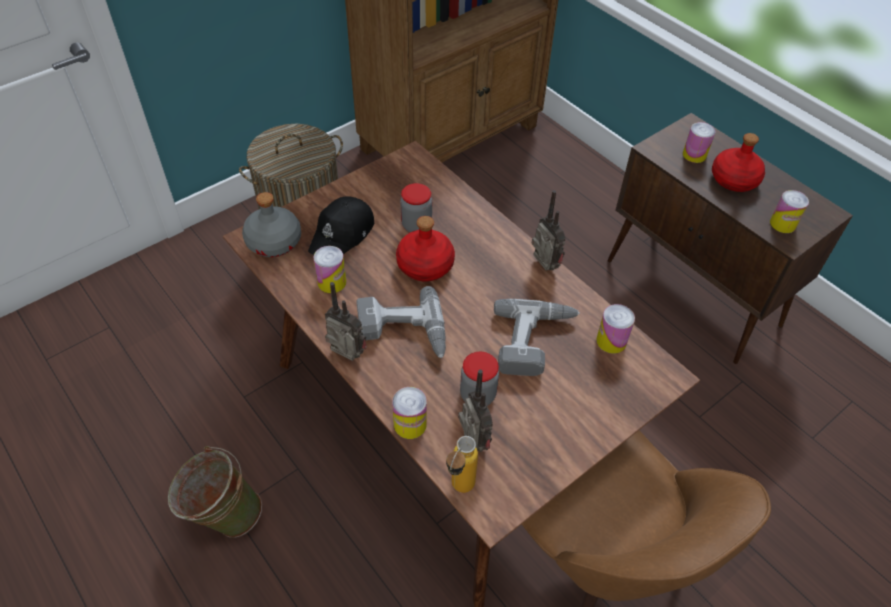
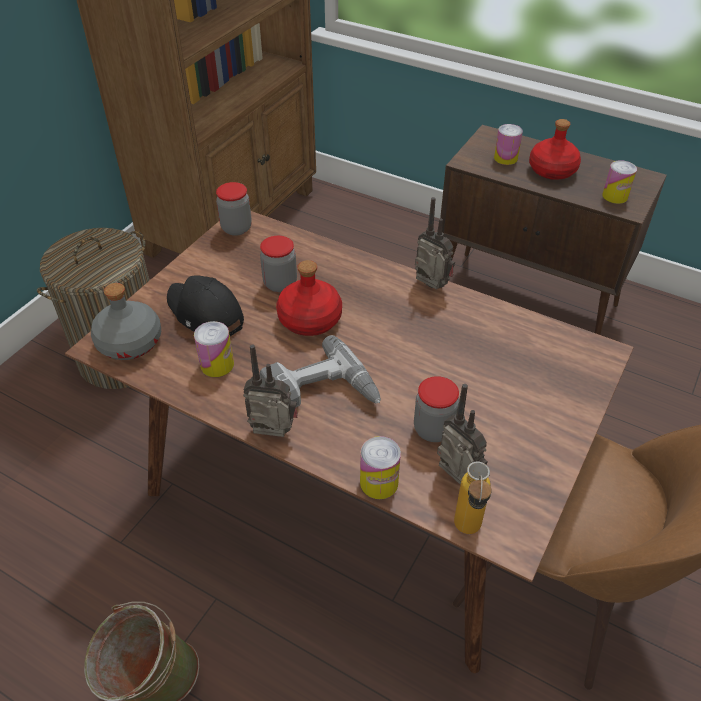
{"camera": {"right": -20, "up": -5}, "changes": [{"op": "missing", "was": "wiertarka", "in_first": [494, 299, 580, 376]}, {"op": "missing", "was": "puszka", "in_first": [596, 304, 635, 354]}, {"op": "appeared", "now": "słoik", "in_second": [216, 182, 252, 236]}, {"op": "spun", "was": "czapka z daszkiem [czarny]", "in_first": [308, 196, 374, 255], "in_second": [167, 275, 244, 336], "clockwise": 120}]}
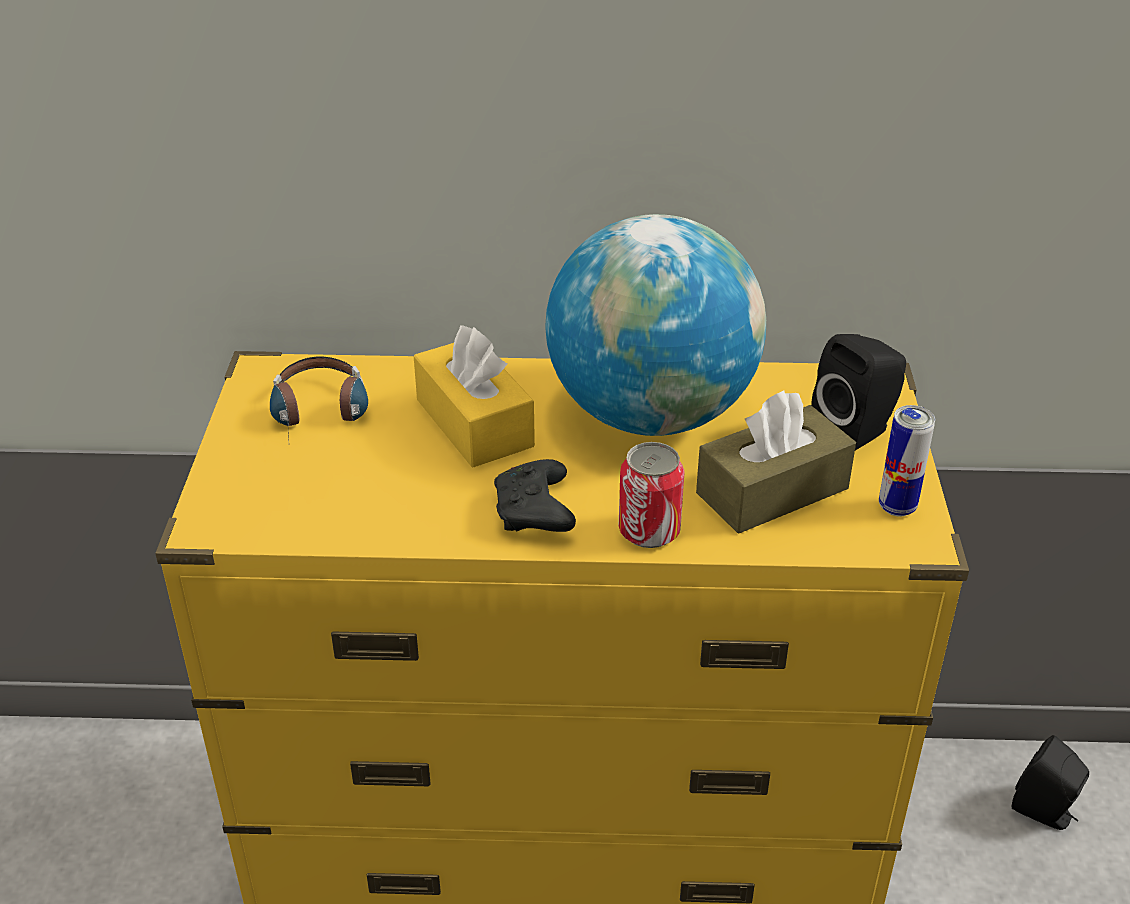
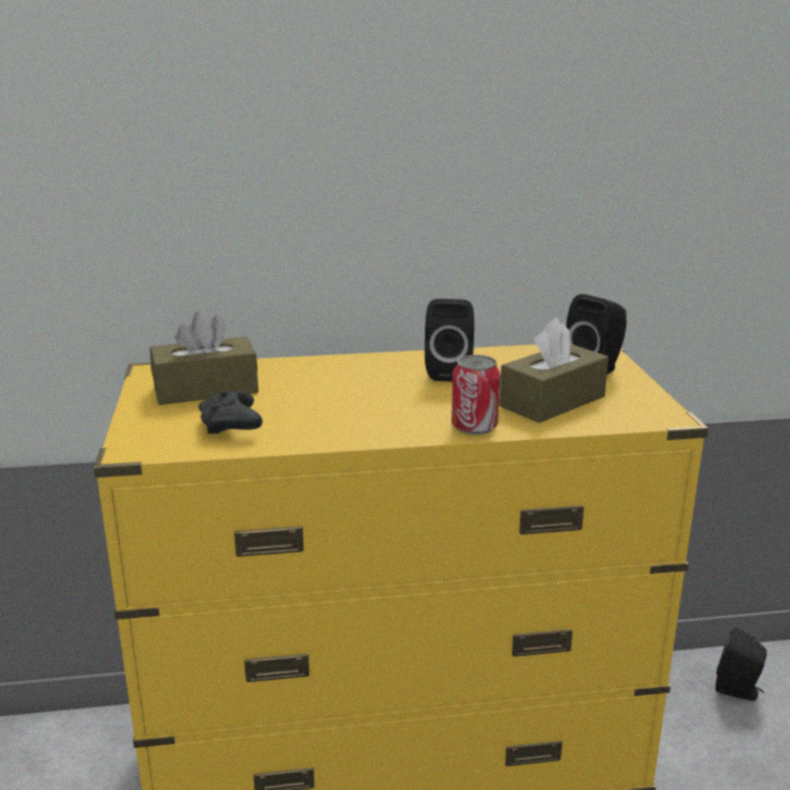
{"camera": {"right": -10, "up": -15}, "changes": [{"op": "missing", "was": "pudełko chusteczek [żółty]", "in_first": [414, 325, 535, 467]}, {"op": "missing", "was": "puszka", "in_first": [879, 405, 935, 516]}, {"op": "relocated", "was": "pad do gier [czarny]", "in_first": [494, 459, 576, 532], "in_second": [198, 389, 262, 434]}, {"op": "exchanged", "was": "słuchawki", "now": "pudełko chusteczek [brązowy]", "in_first": [270, 357, 368, 440], "in_second": [150, 311, 258, 405]}, {"op": "exchanged", "was": "globus", "now": "głośnik [czarny]", "in_first": [545, 214, 766, 436], "in_second": [425, 299, 474, 382]}]}
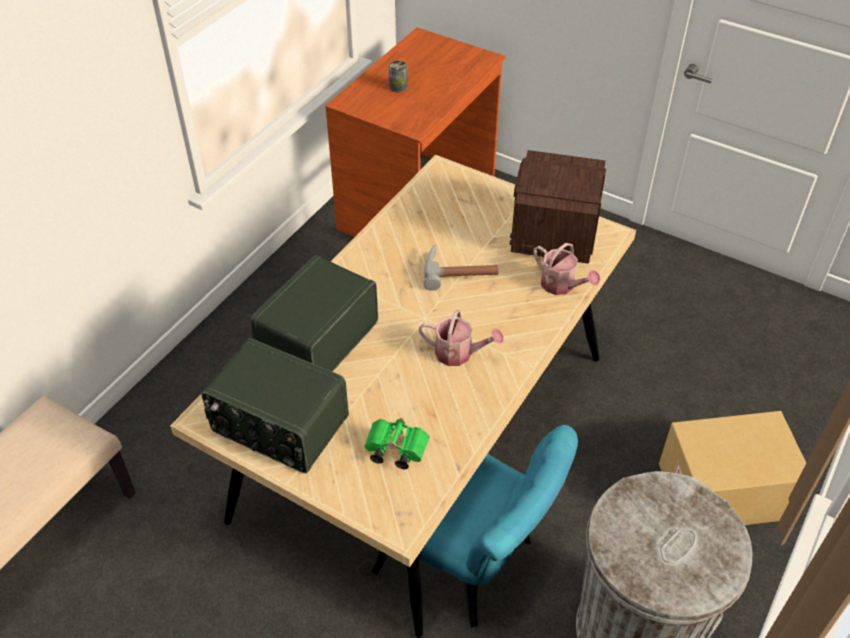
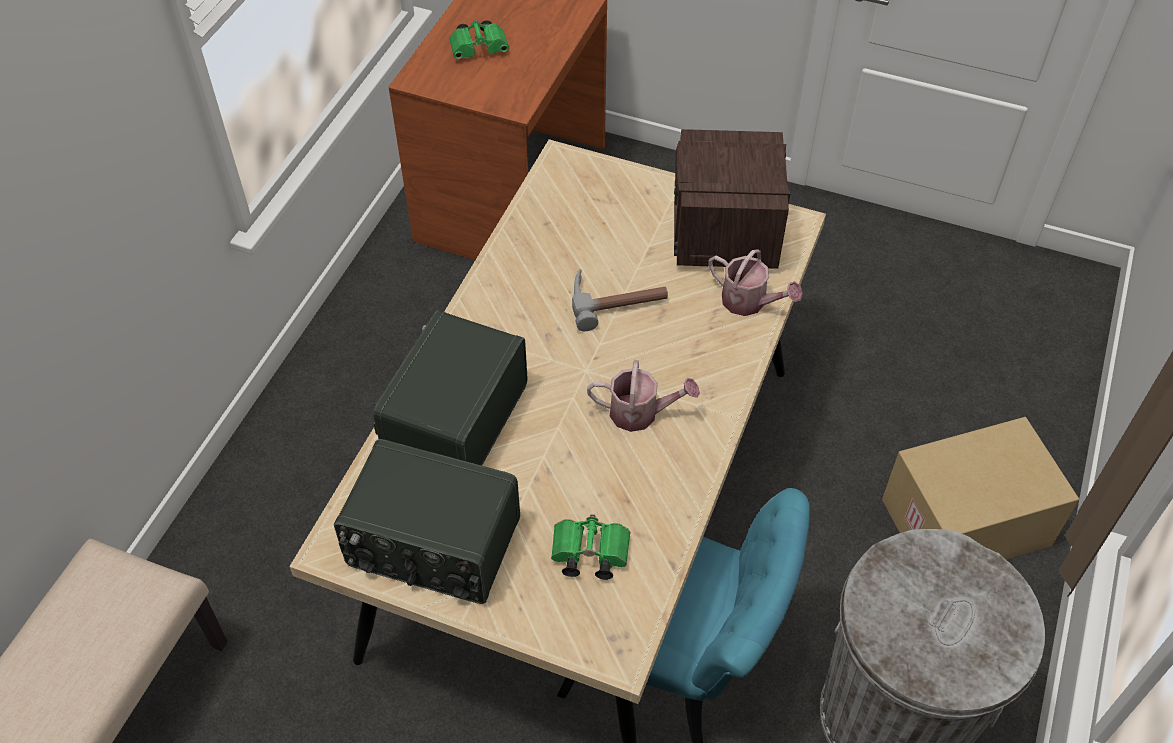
{"camera": {"right": -10, "up": 5}, "changes": [{"op": "exchanged", "was": "puszka", "now": "lornetka [zielony]", "in_first": [389, 61, 408, 93], "in_second": [449, 20, 509, 59]}]}
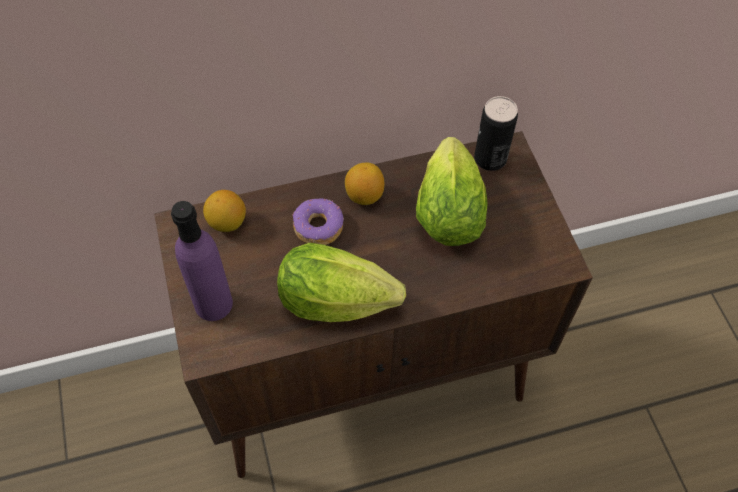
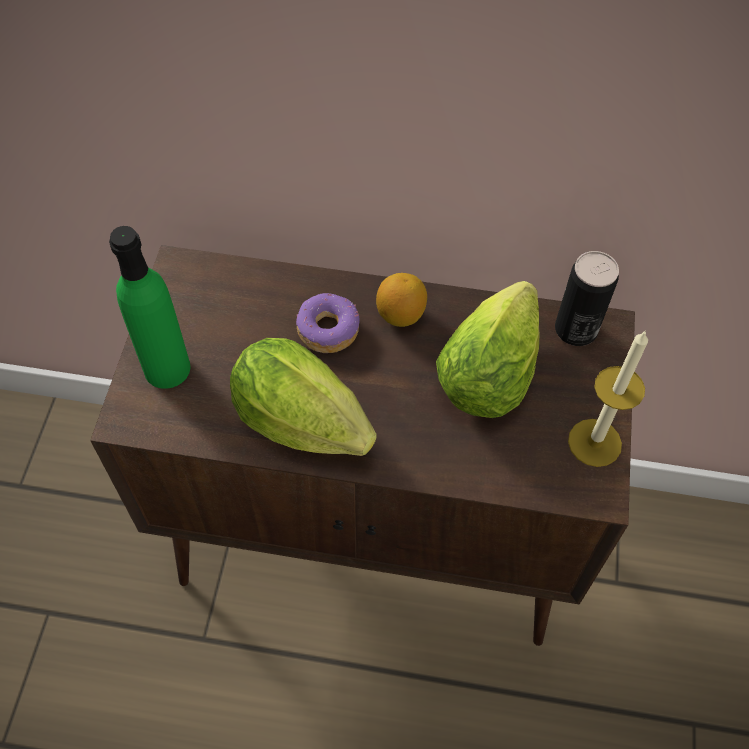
{"camera": {"right": 25, "up": 0}, "changes": [{"op": "missing", "was": "cytryna", "in_first": [203, 190, 246, 232]}, {"op": "appeared", "now": "świeca", "in_second": [568, 330, 648, 467]}, {"op": "colour", "was": "butelka [fioletowy]", "now": "butelka [zielony]", "in_first": [171, 201, 233, 321], "in_second": [109, 226, 191, 389]}]}
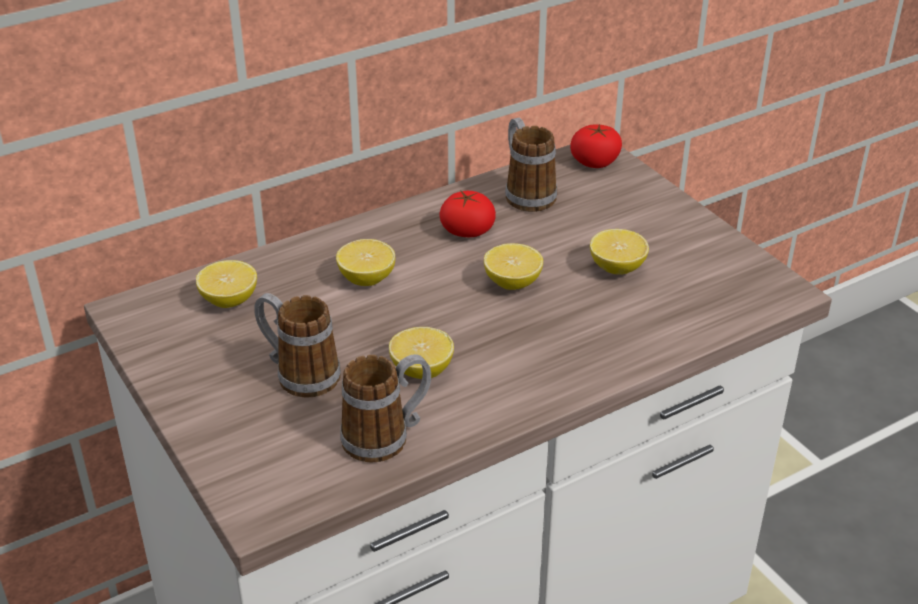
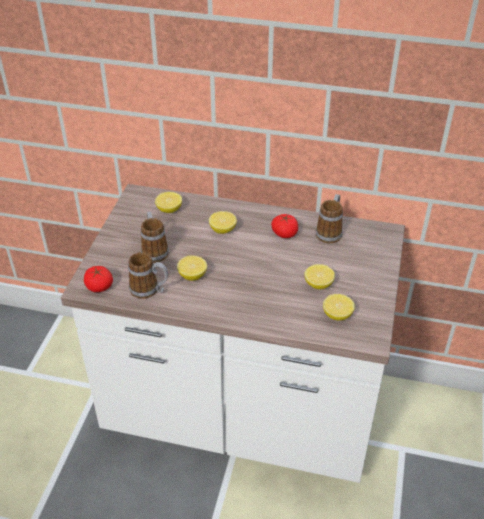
{"camera": {"right": 45, "up": 5}, "changes": [{"op": "relocated", "was": "cytryna", "in_first": [484, 243, 543, 290], "in_second": [323, 294, 355, 321]}, {"op": "relocated", "was": "pomidor", "in_first": [570, 124, 622, 168], "in_second": [84, 266, 113, 292]}]}
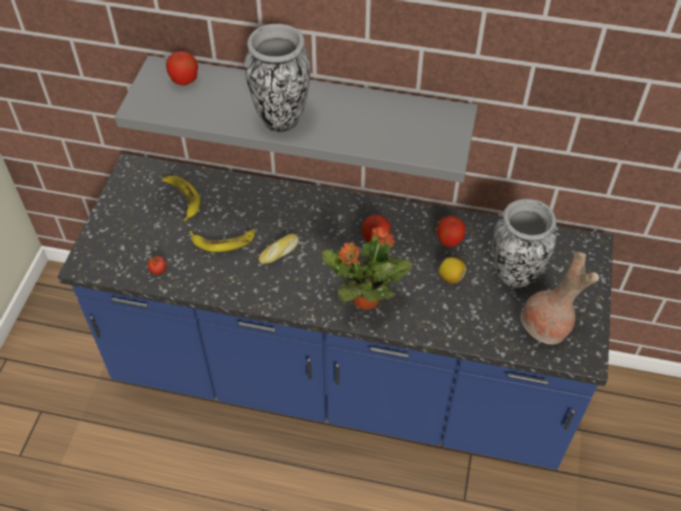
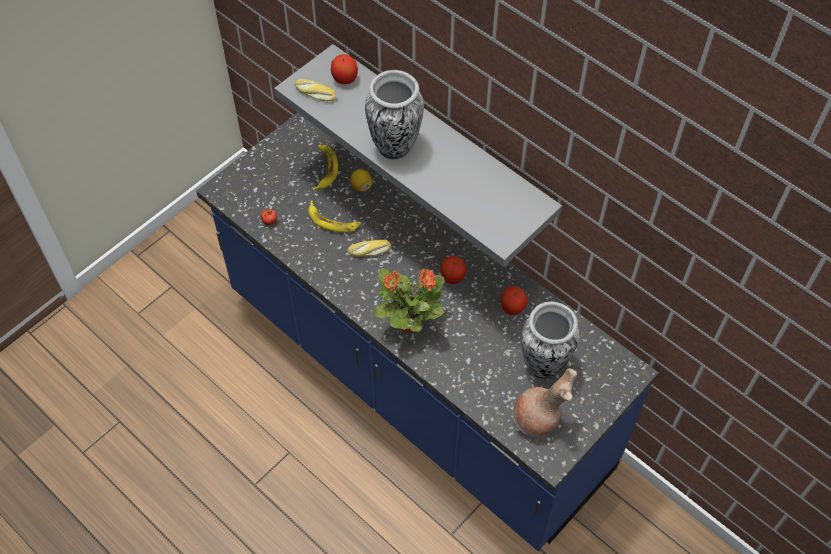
{"camera": {"right": 30, "up": 5}, "changes": [{"op": "appeared", "now": "chleb", "in_second": [295, 79, 336, 101]}, {"op": "relocated", "was": "cytryna", "in_first": [439, 257, 466, 283], "in_second": [350, 169, 373, 192]}]}
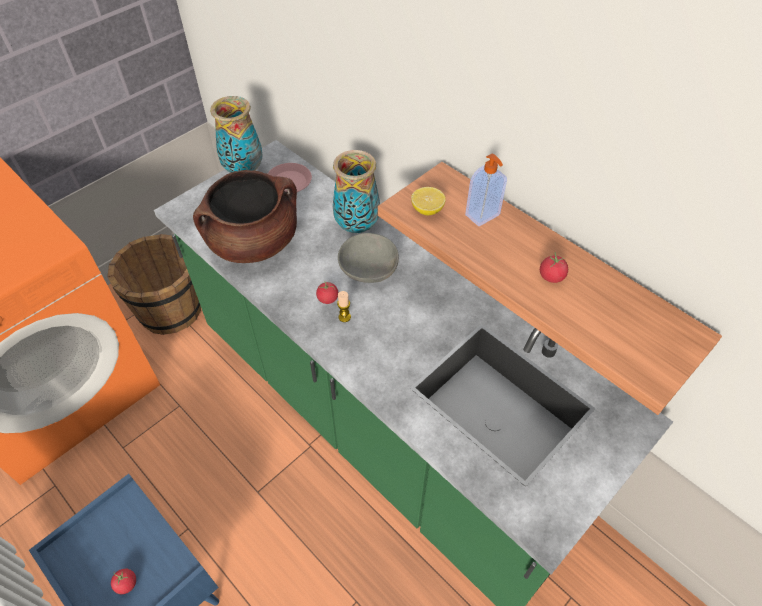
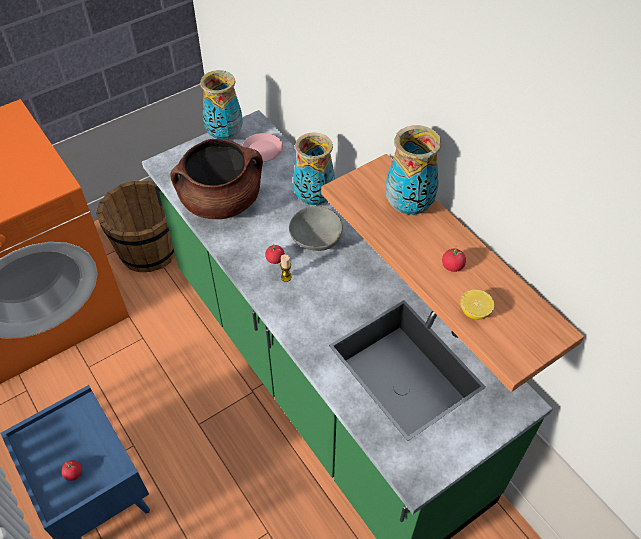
{"camera": {"right": 10, "up": 0}, "changes": [{"op": "relocated", "was": "cytryna", "in_first": [411, 187, 446, 215], "in_second": [461, 290, 494, 320]}, {"op": "exchanged", "was": "dozownik mydła", "now": "wazon", "in_first": [465, 154, 507, 226], "in_second": [386, 125, 442, 215]}]}
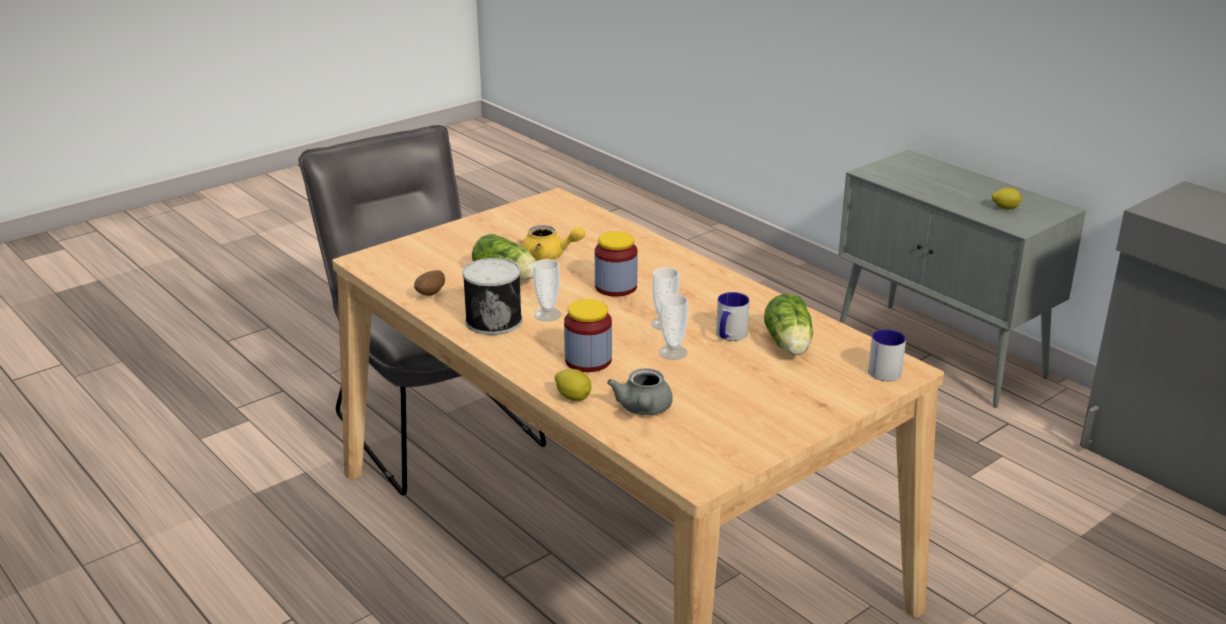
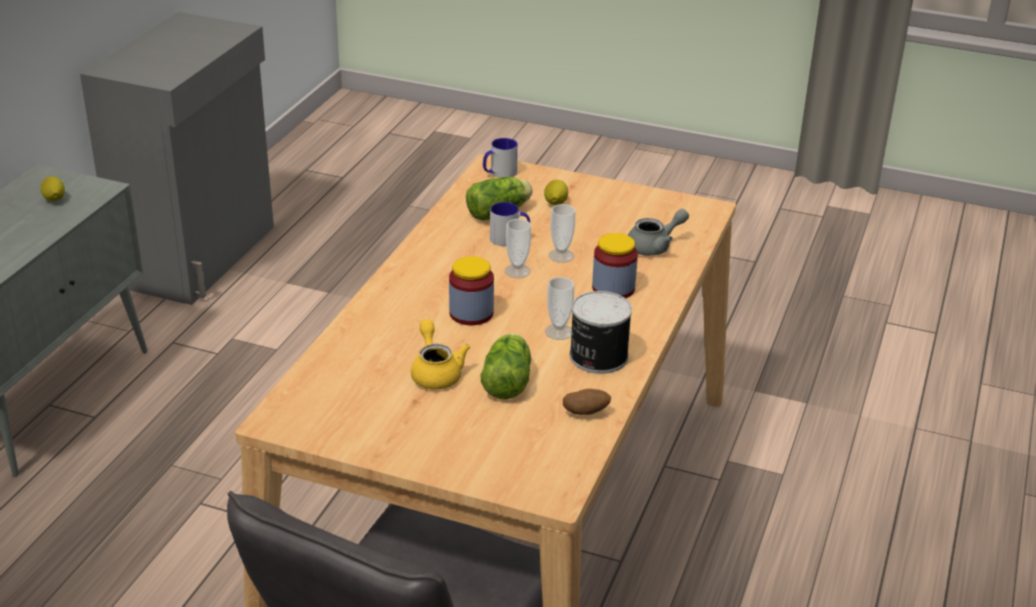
{"camera": {"right": -120, "up": 5}, "changes": [{"op": "relocated", "was": "cytryna", "in_first": [555, 369, 592, 401], "in_second": [544, 179, 568, 205]}]}
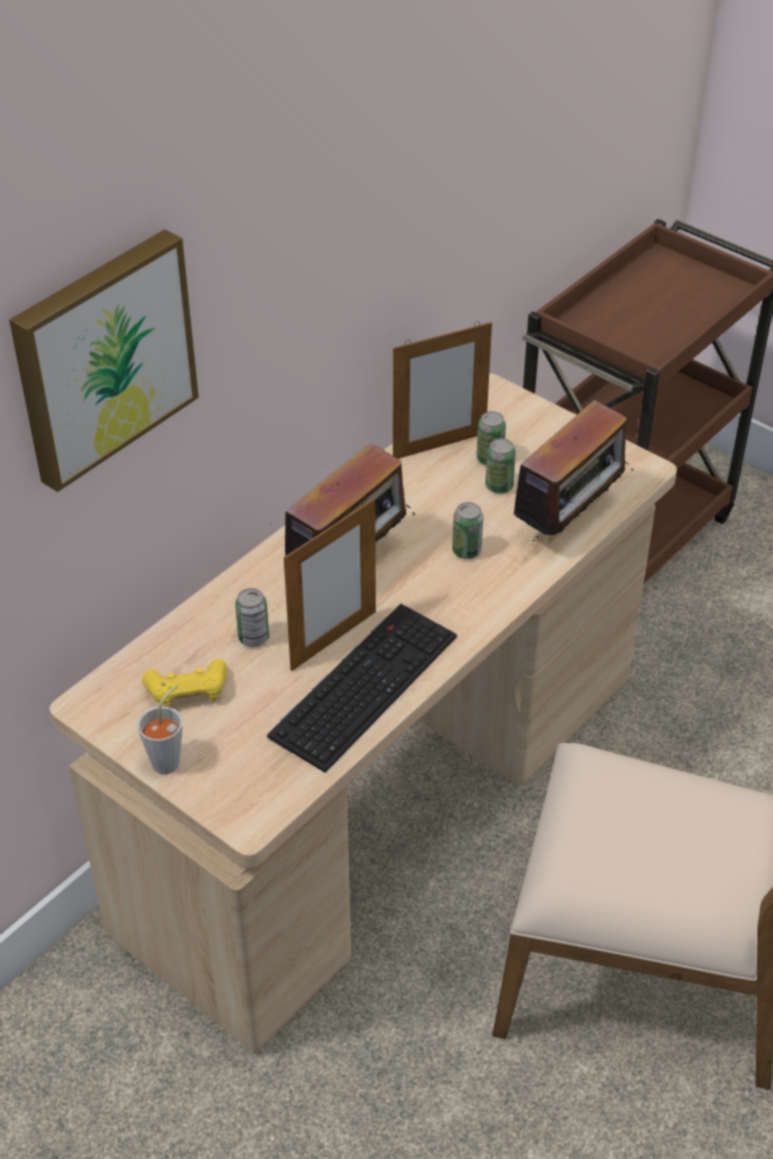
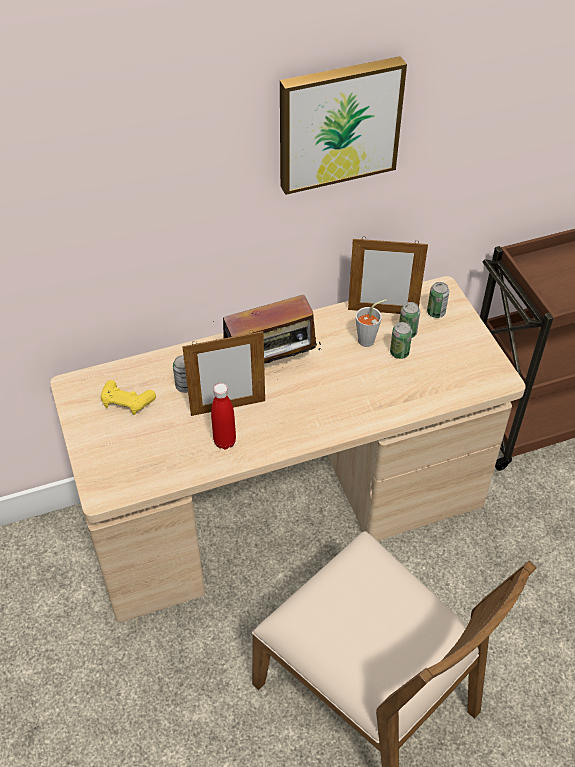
{"camera": {"right": 30, "up": 5}, "changes": [{"op": "missing", "was": "radio", "in_first": [505, 400, 634, 545]}, {"op": "relocated", "was": "obraz", "in_first": [9, 229, 199, 492], "in_second": [280, 56, 407, 195]}, {"op": "relocated", "was": "filiżanka [szary]", "in_first": [137, 685, 182, 774], "in_second": [356, 299, 387, 347]}, {"op": "relocated", "was": "puszka", "in_first": [452, 502, 483, 559], "in_second": [427, 282, 449, 318]}, {"op": "exchanged", "was": "klawiatura", "now": "butelka [czerwony]", "in_first": [267, 604, 457, 773], "in_second": [211, 383, 236, 449]}]}
